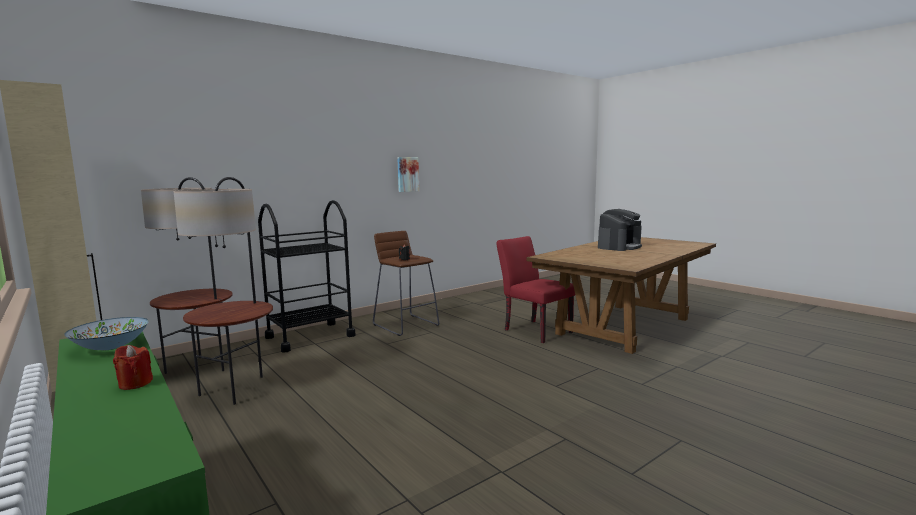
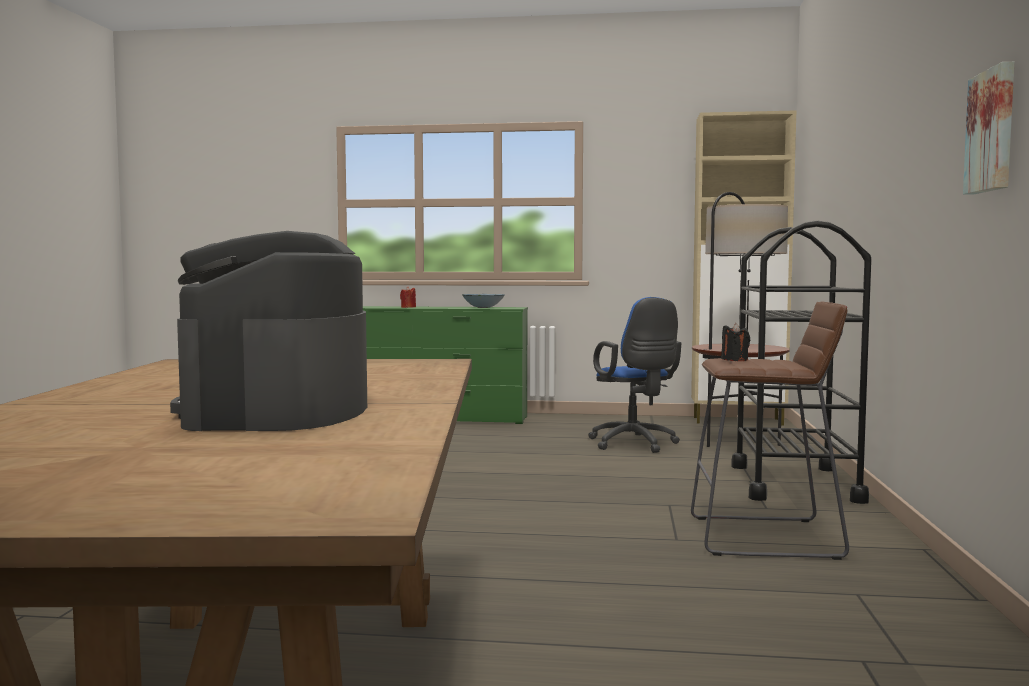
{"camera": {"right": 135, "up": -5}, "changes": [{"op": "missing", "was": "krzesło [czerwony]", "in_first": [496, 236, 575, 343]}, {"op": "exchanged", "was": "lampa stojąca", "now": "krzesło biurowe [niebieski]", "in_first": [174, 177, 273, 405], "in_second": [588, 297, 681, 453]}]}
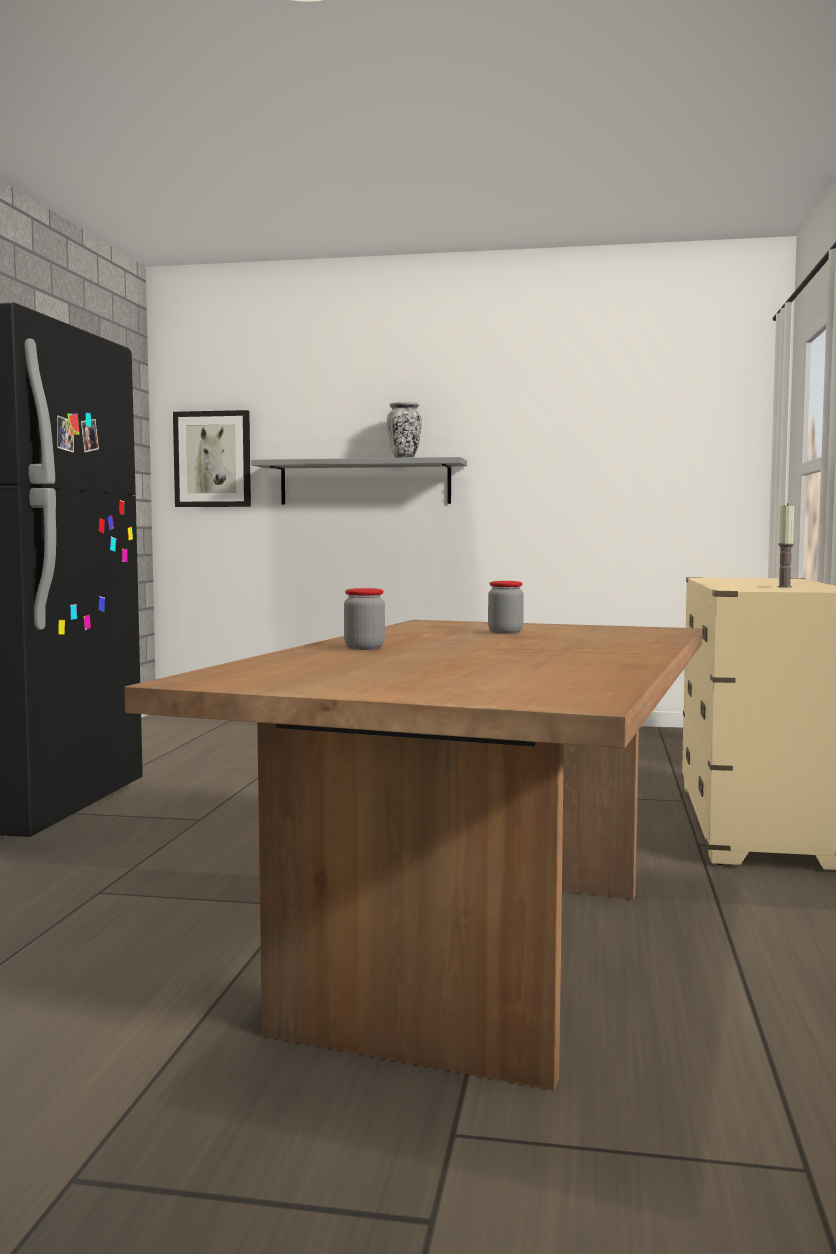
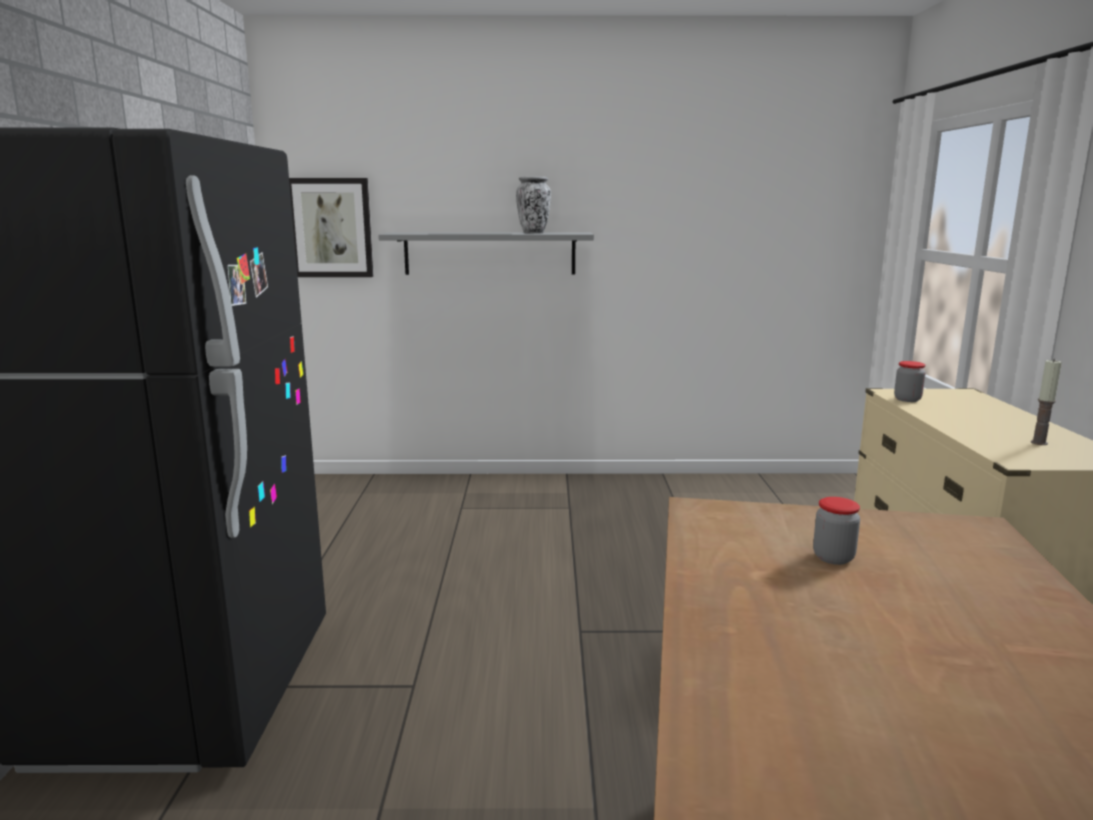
{"camera": {"right": -10, "up": 10}, "changes": [{"op": "relocated", "was": "słoik", "in_first": [344, 588, 385, 650], "in_second": [894, 361, 926, 402]}]}
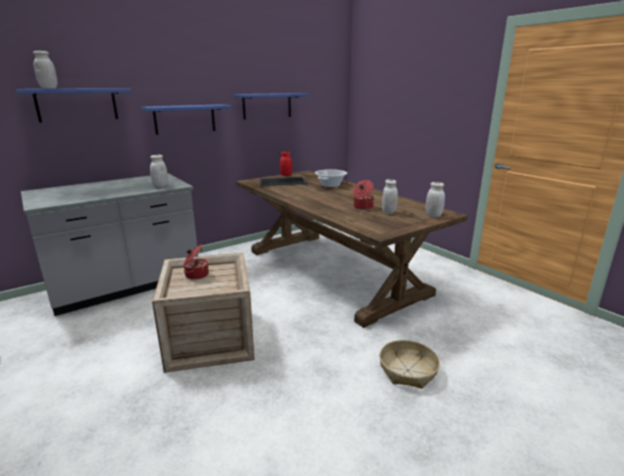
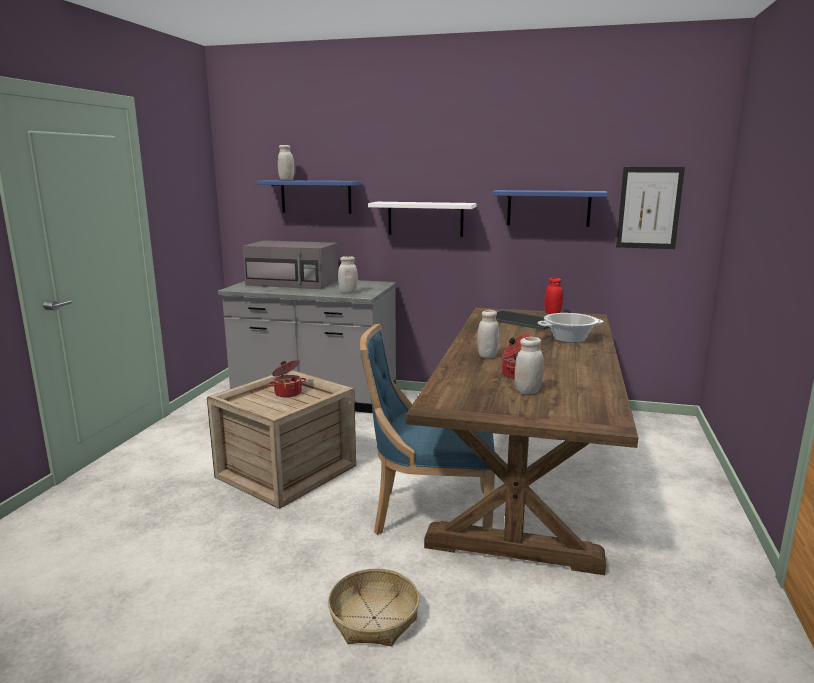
{"camera": {"right": 50, "up": -5}, "changes": [{"op": "appeared", "now": "mikrofalówka [szary]", "in_second": [242, 240, 339, 289]}, {"op": "appeared", "now": "krzesło [niebieski]", "in_second": [360, 324, 495, 535]}, {"op": "appeared", "now": "obraz", "in_second": [616, 167, 685, 249]}, {"op": "relocated", "was": "słoik [biały]", "in_first": [425, 182, 445, 218], "in_second": [477, 310, 499, 358]}, {"op": "colour", "was": "półka [niebieski]", "now": "półka [biały]", "in_first": [141, 104, 232, 135], "in_second": [368, 202, 476, 237]}]}
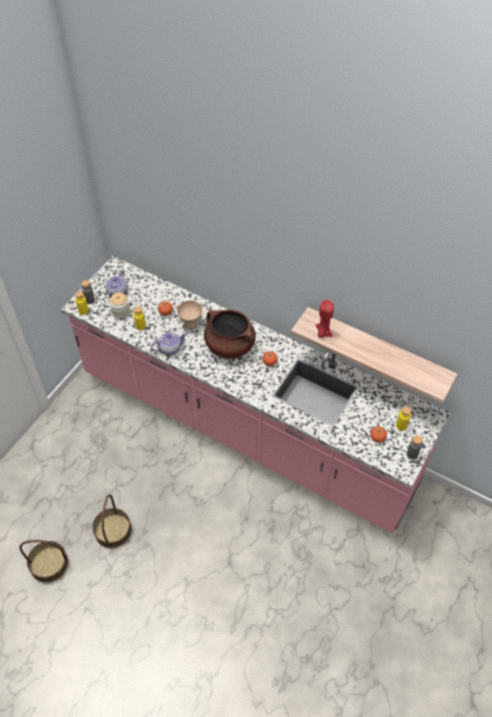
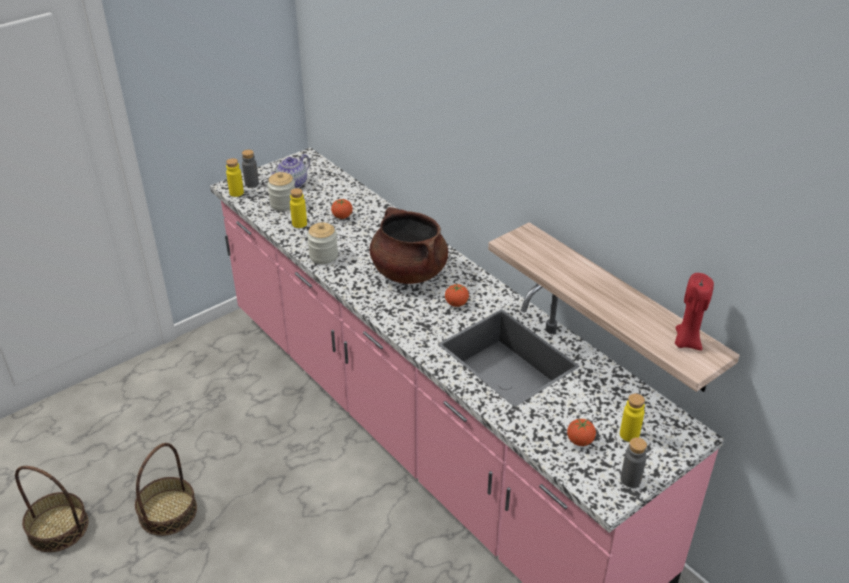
{"camera": {"right": 20, "up": -15}, "changes": [{"op": "missing", "was": "miska [beżowy]", "in_first": [177, 300, 202, 329]}, {"op": "relocated", "was": "świeca [czerwony]", "in_first": [316, 300, 334, 338], "in_second": [675, 273, 714, 351]}, {"op": "exchanged", "was": "imbryk", "now": "słoik", "in_first": [151, 332, 187, 355], "in_second": [307, 222, 338, 264]}]}
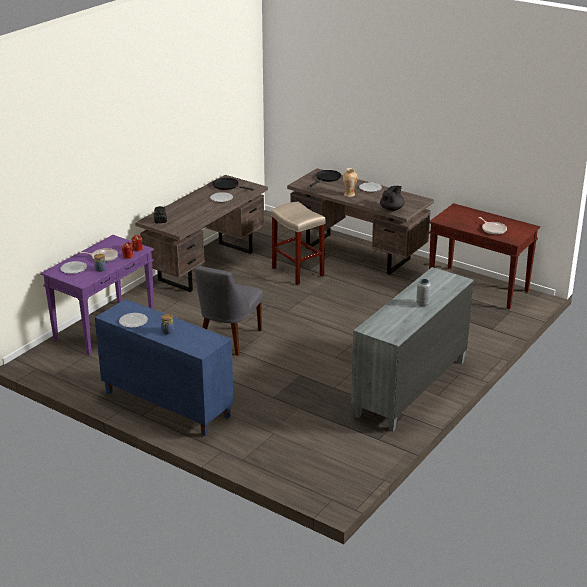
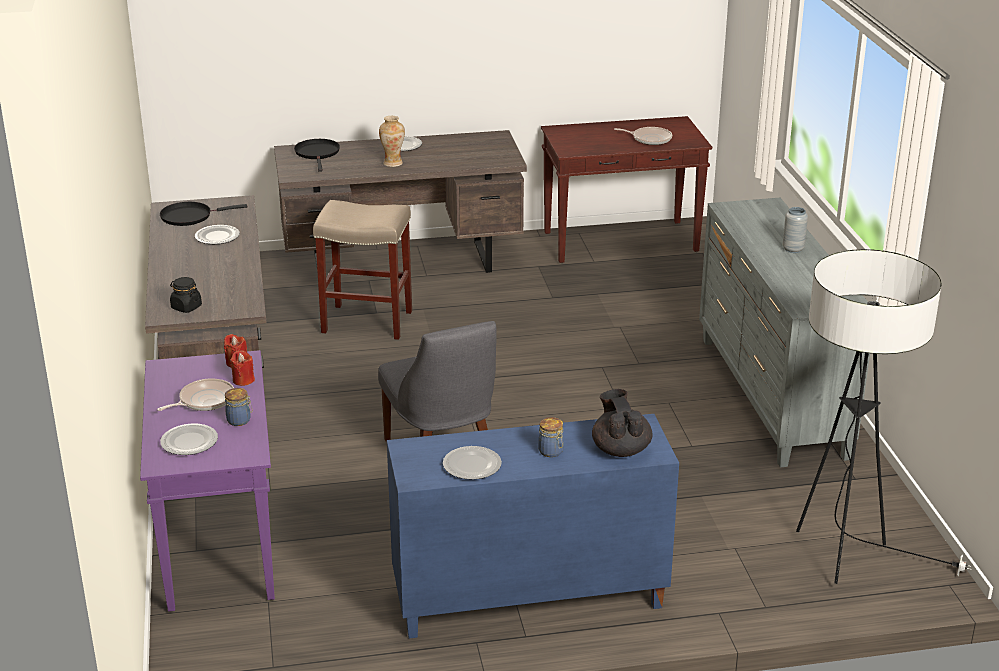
{"camera": {"right": -45, "up": 0}, "changes": [{"op": "appeared", "now": "lampa stojąca", "in_second": [796, 249, 972, 584]}, {"op": "relocated", "was": "imbryk [czarny]", "in_first": [380, 186, 405, 211], "in_second": [592, 389, 652, 457]}]}
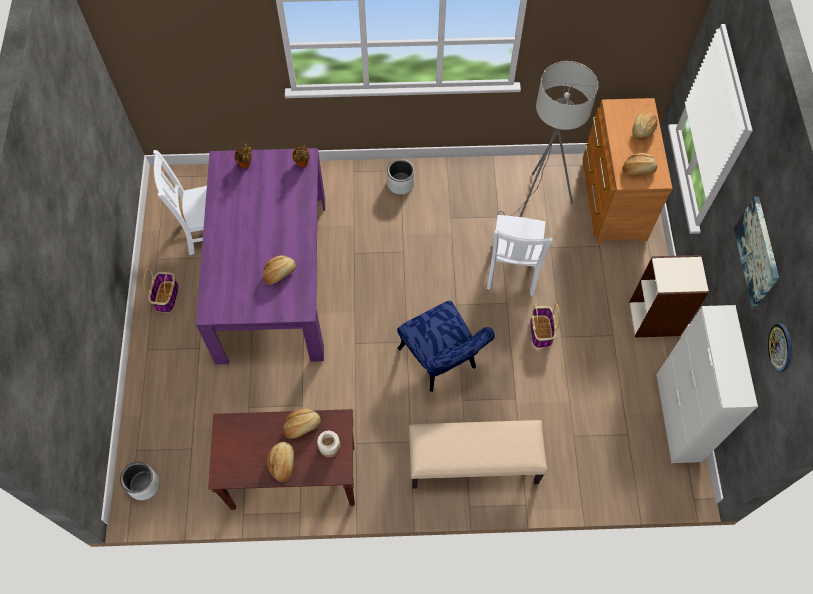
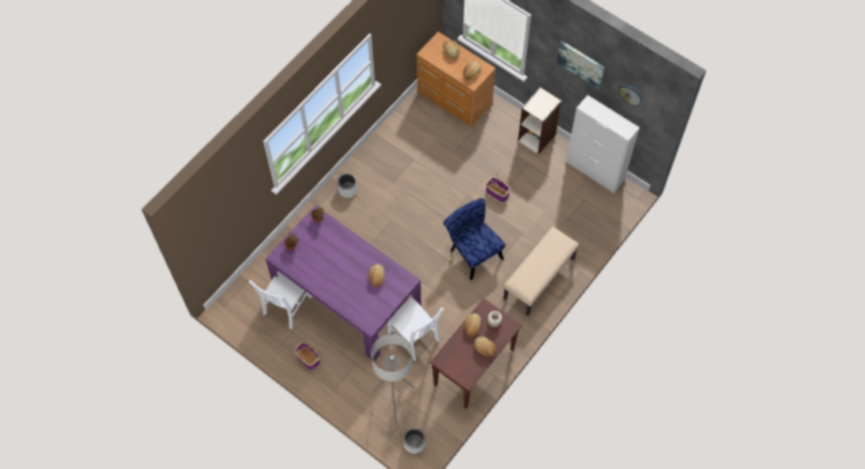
{"camera": {"right": -50, "up": 0}, "changes": [{"op": "relocated", "was": "krzesło [biały]", "in_first": [487, 215, 553, 295], "in_second": [387, 298, 444, 361]}, {"op": "relocated", "was": "lampa stojąca [szary]", "in_first": [497, 61, 598, 217], "in_second": [371, 334, 414, 437]}, {"op": "spun", "was": "krzesło [niebieski]", "in_first": [397, 301, 495, 392], "in_second": [443, 198, 505, 280], "clockwise": -135}]}
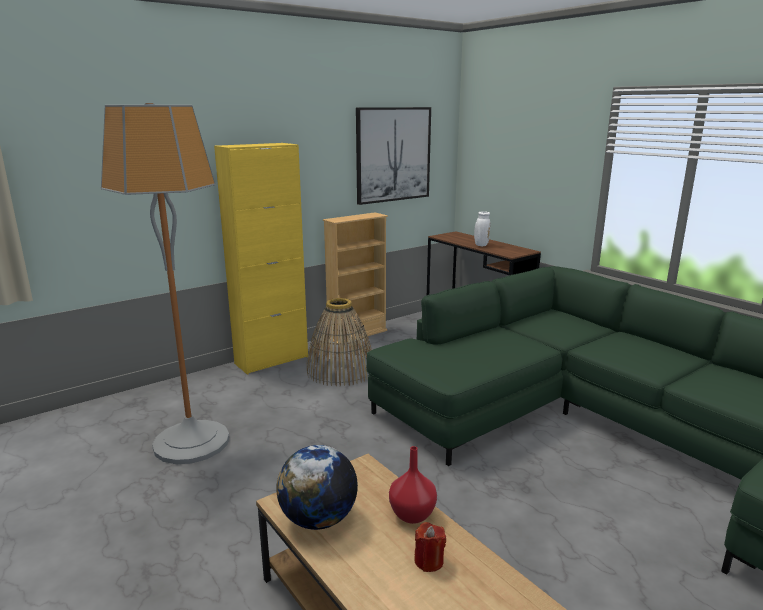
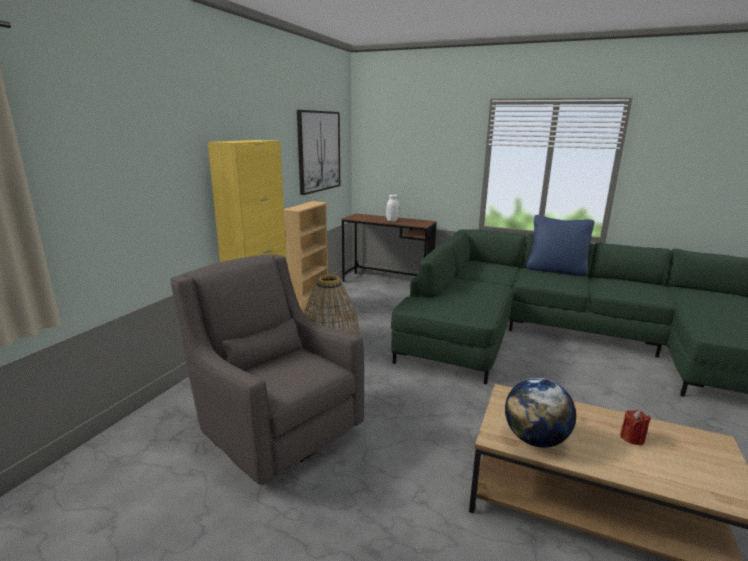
{"camera": {"right": -30, "up": 0}, "changes": [{"op": "missing", "was": "wazon [czerwony]", "in_first": [389, 446, 437, 524]}, {"op": "appeared", "now": "poduszka [niebieski]", "in_second": [526, 215, 594, 276]}, {"op": "exchanged", "was": "lampa stojąca", "now": "fotel [szary]", "in_first": [101, 103, 229, 464], "in_second": [171, 255, 364, 485]}]}
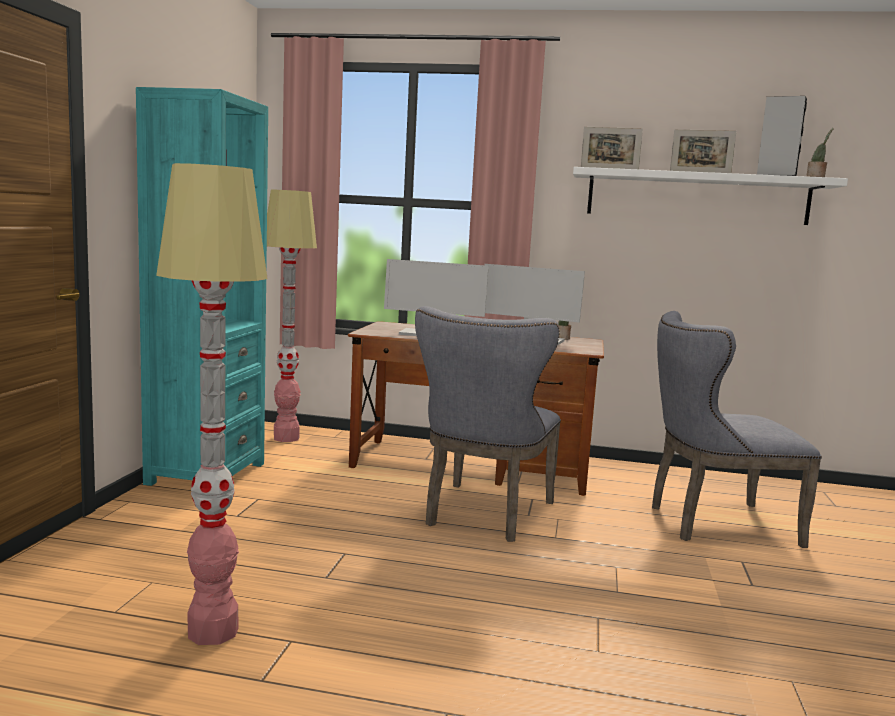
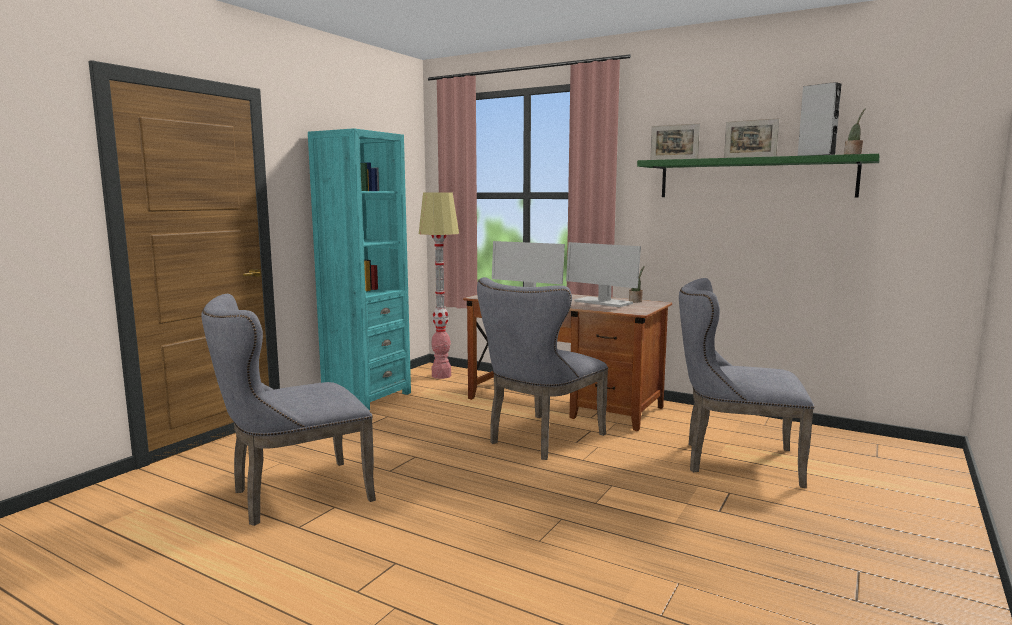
{"camera": {"right": 20, "up": 0}, "changes": [{"op": "exchanged", "was": "lampa stojąca", "now": "krzesło [szary]", "in_first": [156, 163, 268, 645], "in_second": [201, 294, 376, 526]}, {"op": "colour", "was": "półka [biały]", "now": "półka [zielony]", "in_first": [573, 167, 848, 225], "in_second": [637, 154, 880, 198]}]}
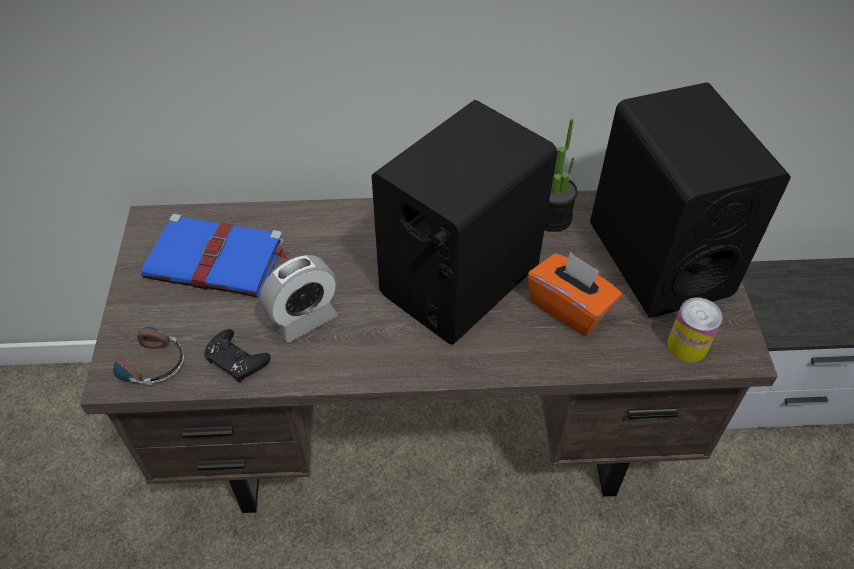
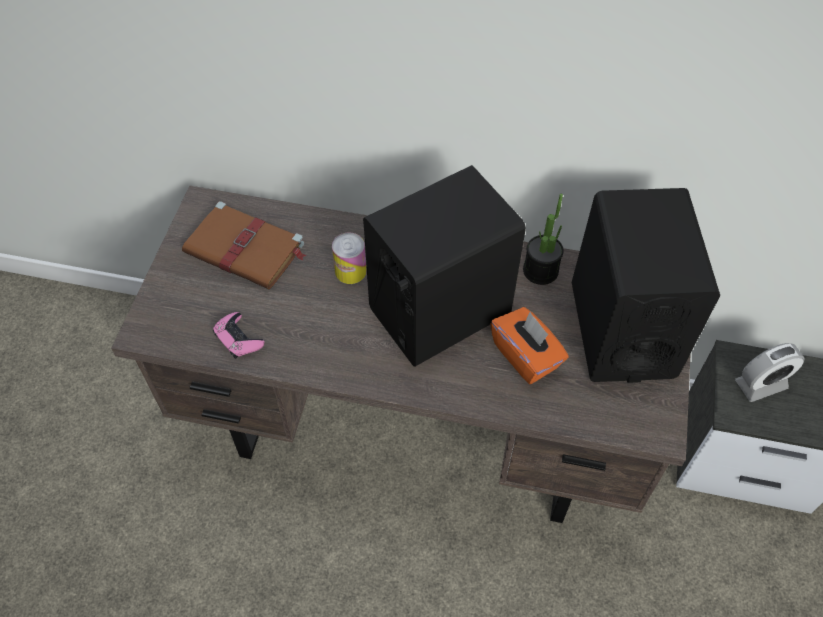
{"camera": {"right": 15, "up": 5}, "changes": [{"op": "missing", "was": "słuchawki", "in_first": [113, 327, 184, 385]}, {"op": "relocated", "was": "budzik", "in_first": [259, 255, 338, 343], "in_second": [735, 343, 804, 402]}, {"op": "relocated", "was": "puszka", "in_first": [667, 297, 723, 362], "in_second": [332, 233, 367, 284]}, {"op": "colour", "was": "książka [niebieski]", "now": "książka [brązowy]", "in_first": [141, 214, 290, 298], "in_second": [182, 201, 307, 290]}, {"op": "colour", "was": "pad do gier [czarny]", "now": "pad do gier [różowy]", "in_first": [204, 329, 271, 382], "in_second": [213, 312, 265, 359]}]}
